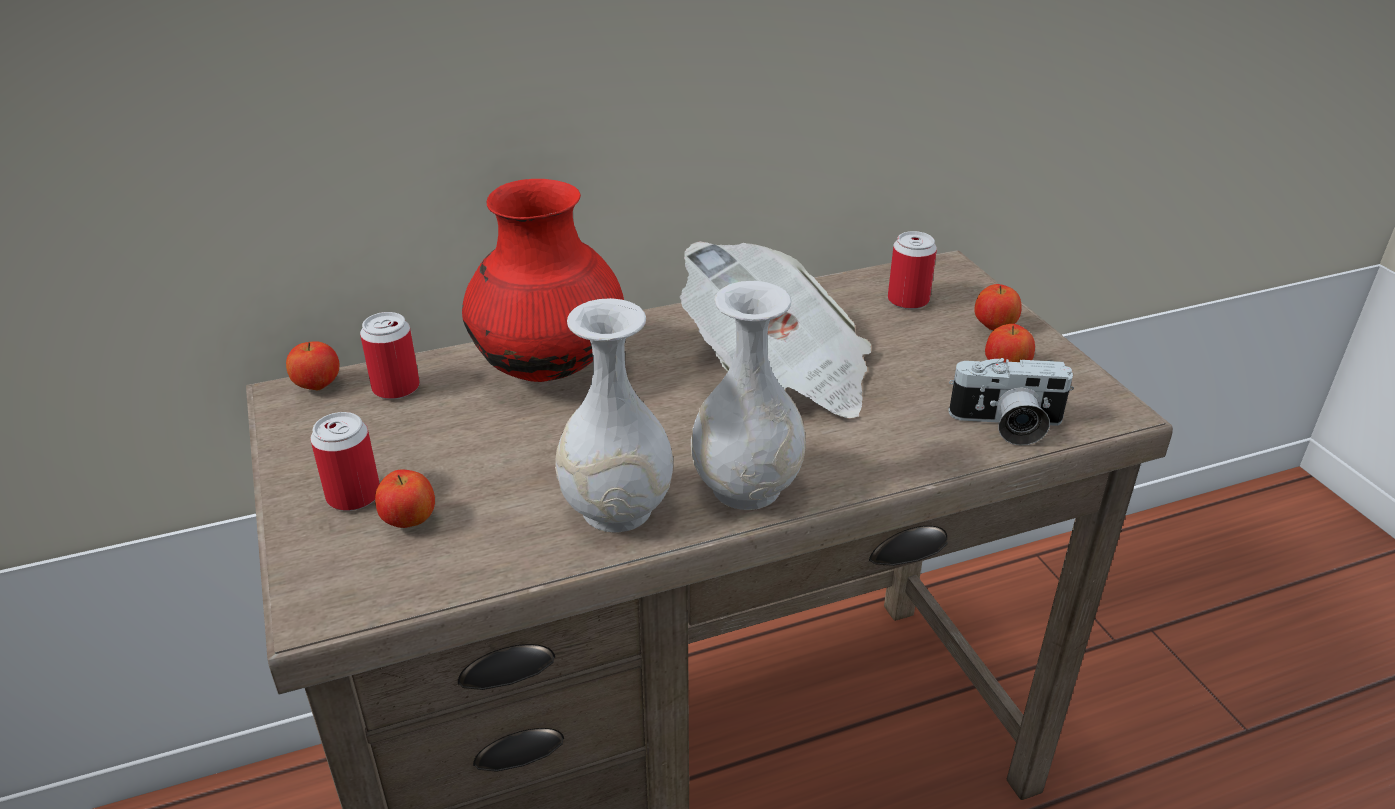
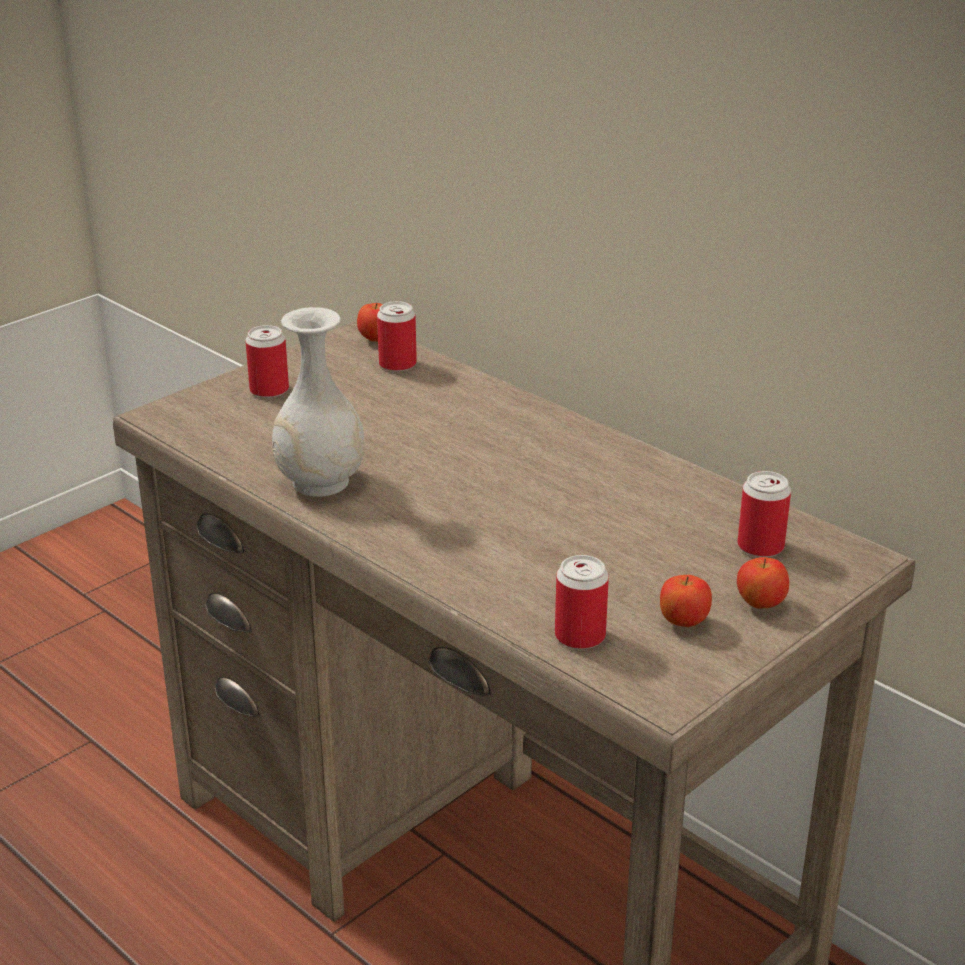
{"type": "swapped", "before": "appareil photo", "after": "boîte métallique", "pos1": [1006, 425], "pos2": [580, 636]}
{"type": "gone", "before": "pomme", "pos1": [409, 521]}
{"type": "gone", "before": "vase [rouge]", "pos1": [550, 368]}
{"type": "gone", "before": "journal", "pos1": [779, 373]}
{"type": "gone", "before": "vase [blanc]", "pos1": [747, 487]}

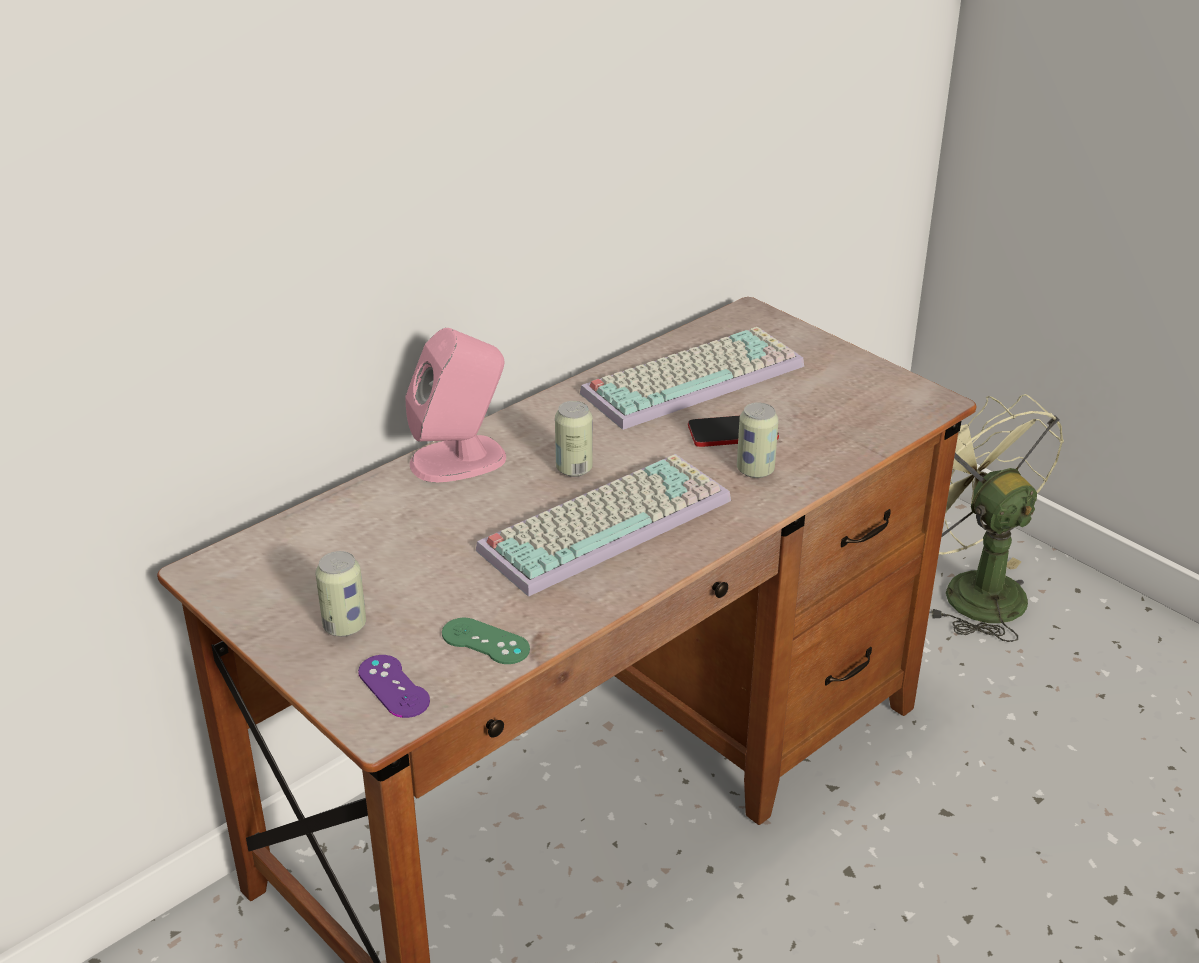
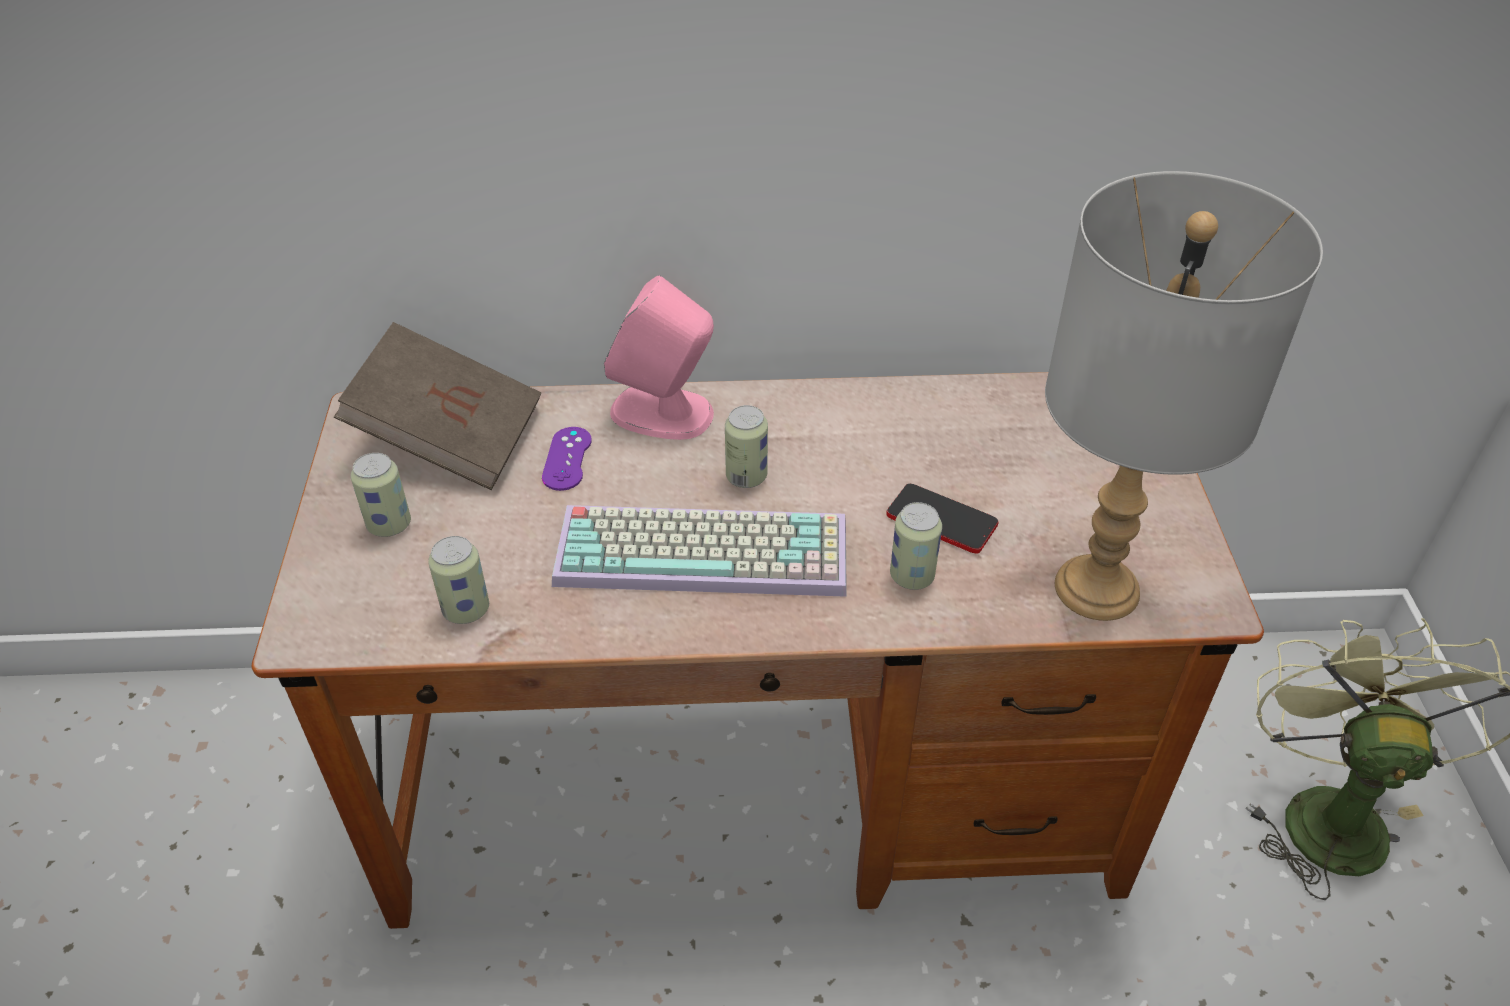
{"type": "new", "after": "livre [marron]", "pos2": [450, 437]}
{"type": "swapped", "before": "manette [vert]", "after": "boîte métallique", "pos1": [485, 641], "pos2": [466, 610]}
{"type": "shifted", "before": "manette [violet]", "pos1": [394, 686], "pos2": [567, 459]}
{"type": "new", "after": "lampe de table [gris]", "pos2": [1098, 588]}
{"type": "gone", "before": "clavier", "pos1": [693, 377]}

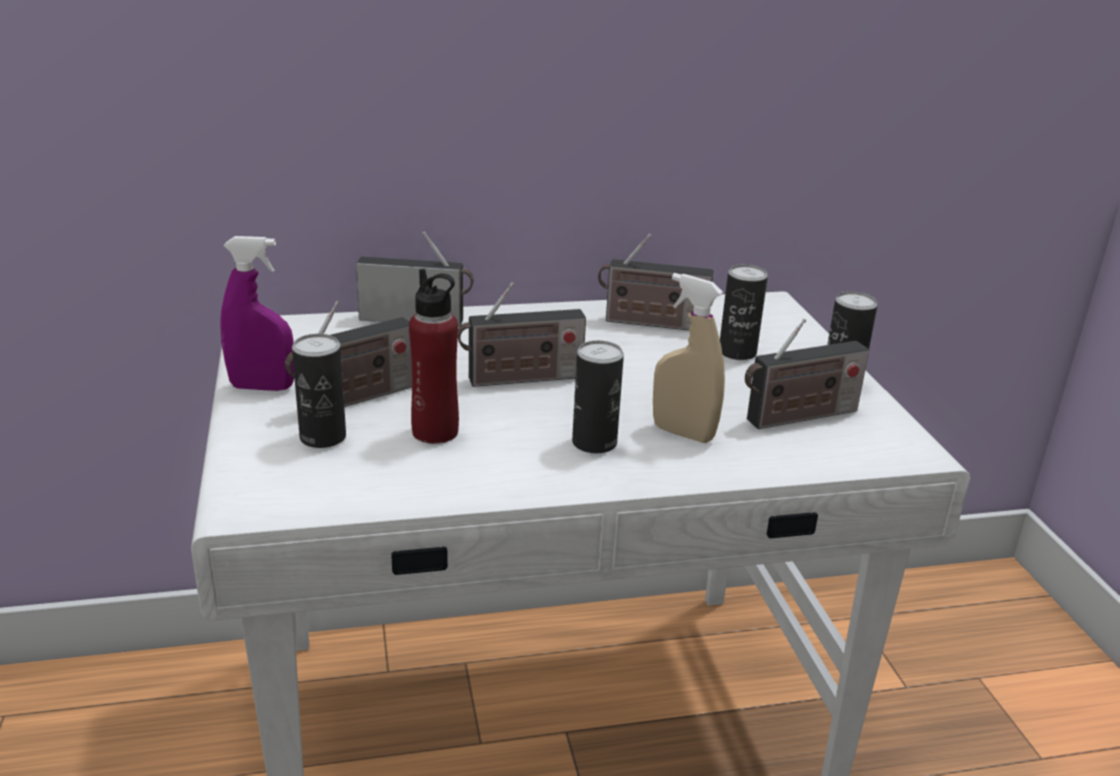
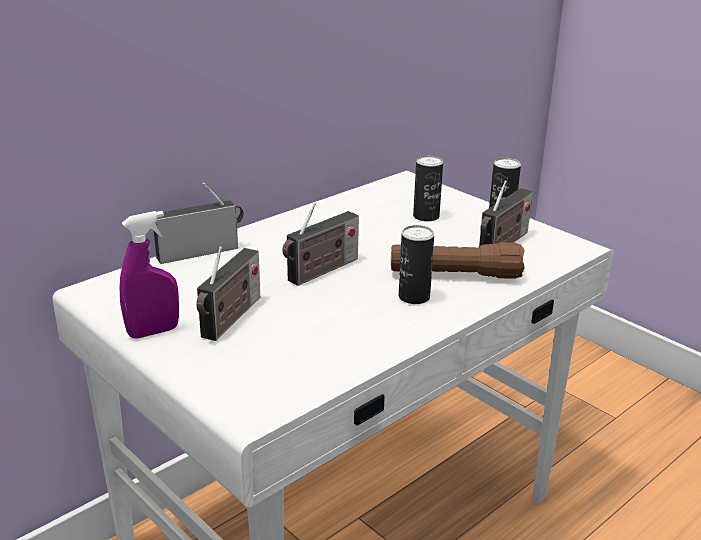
{"type": "swapped", "before": "vaporisateur [beige]", "after": "lampe de poche [marron]", "pos1": [683, 433], "pos2": [455, 275]}
{"type": "gone", "before": "boîte métallique", "pos1": [323, 437]}
{"type": "gone", "before": "bouteille [rouge]", "pos1": [435, 432]}
{"type": "gone", "before": "radio", "pos1": [650, 323]}

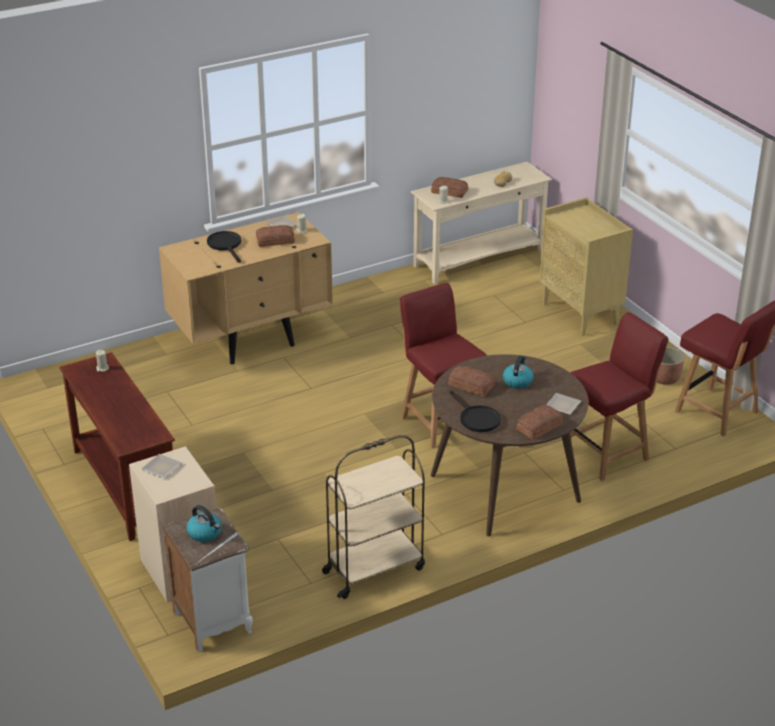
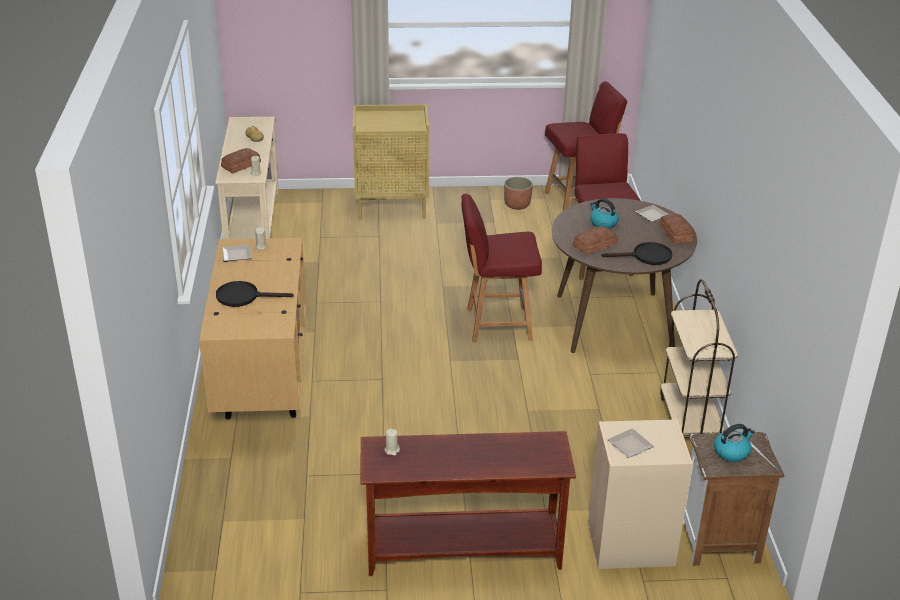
{"type": "gone", "before": "pain", "pos1": [274, 240]}

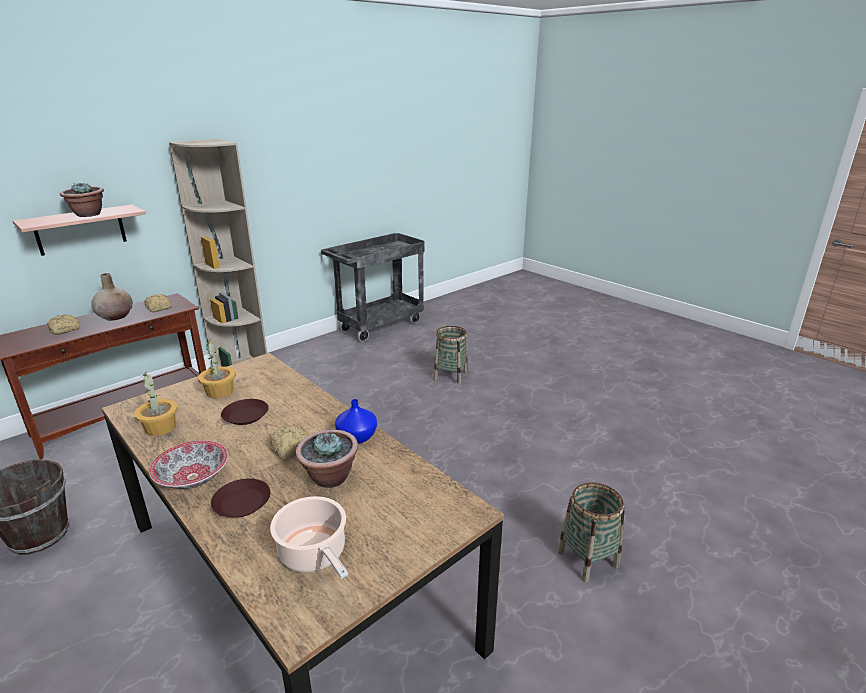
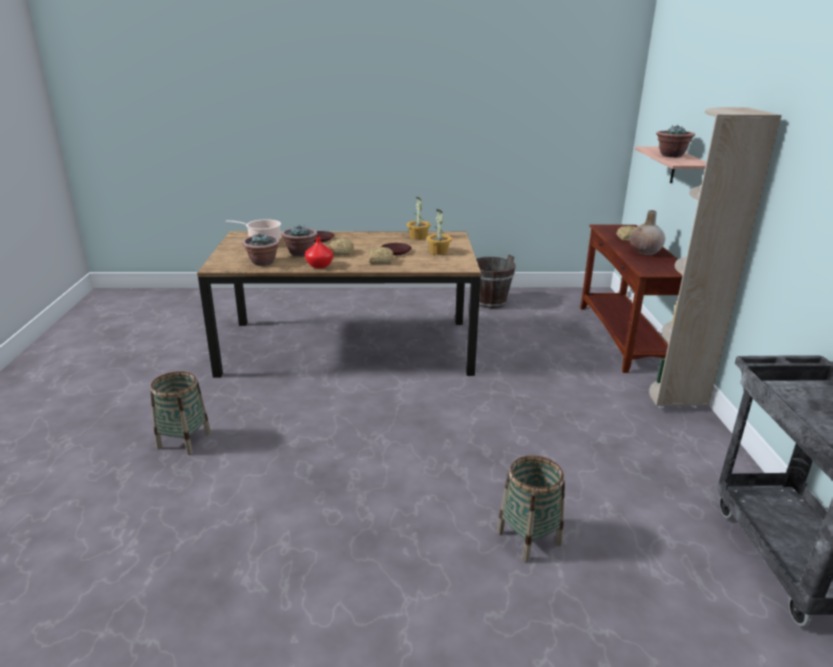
{"type": "new", "after": "plante en pot", "pos2": [263, 262]}
{"type": "repainted", "before": "vase [bleu]", "after": "vase [rouge]", "pos1": [356, 437], "pos2": [320, 265]}
{"type": "shifted", "before": "pain", "pos1": [158, 308], "pos2": [380, 261]}
{"type": "gone", "before": "bol", "pos1": [192, 477]}

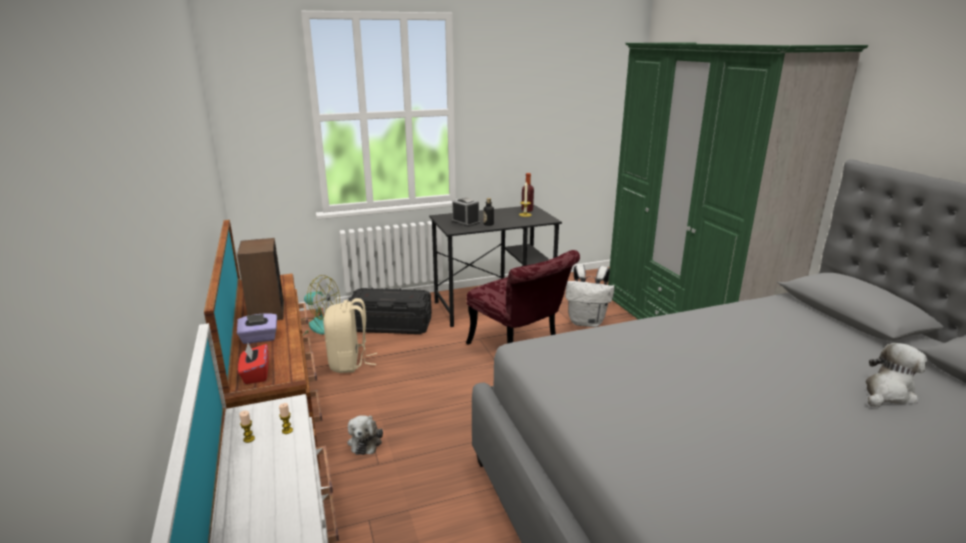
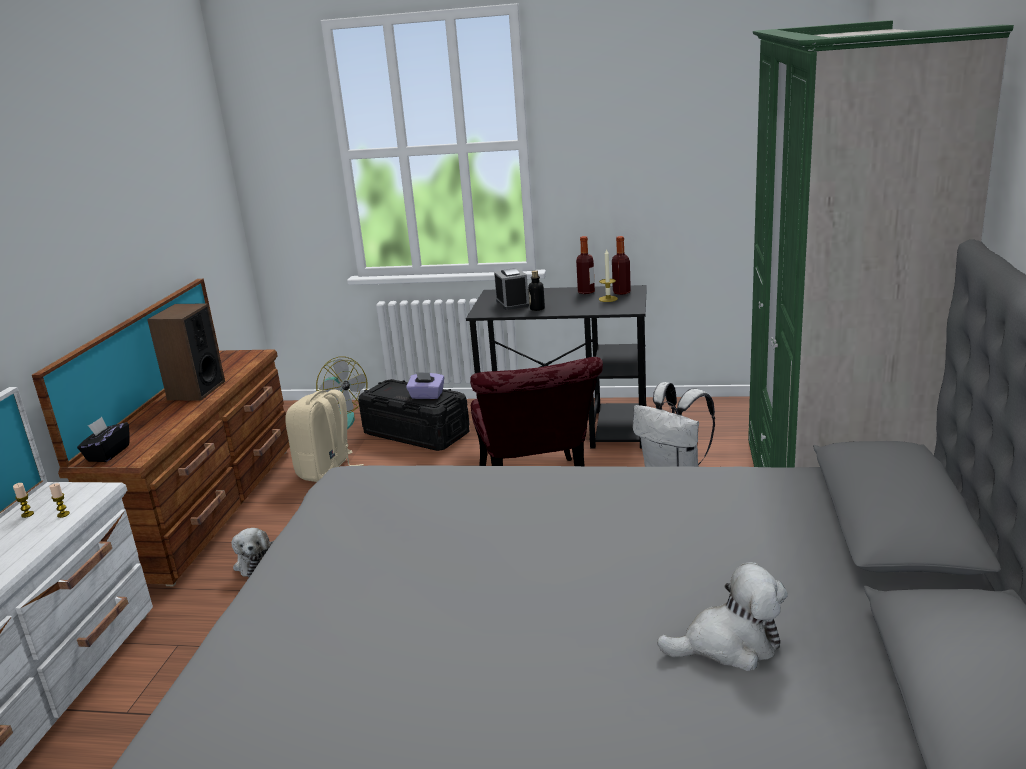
{"type": "repainted", "before": "boîte à mouchoirs [rouge]", "after": "boîte à mouchoirs [noir]", "pos1": [256, 374], "pos2": [108, 454]}
{"type": "rotated", "before": "peluche", "pos1": [365, 441], "pos2": [255, 562], "turn": -45}
{"type": "shifted", "before": "boîte à mouchoirs [violet]", "pos1": [259, 338], "pos2": [426, 396]}
{"type": "new", "after": "bouteille", "pos2": [586, 292]}

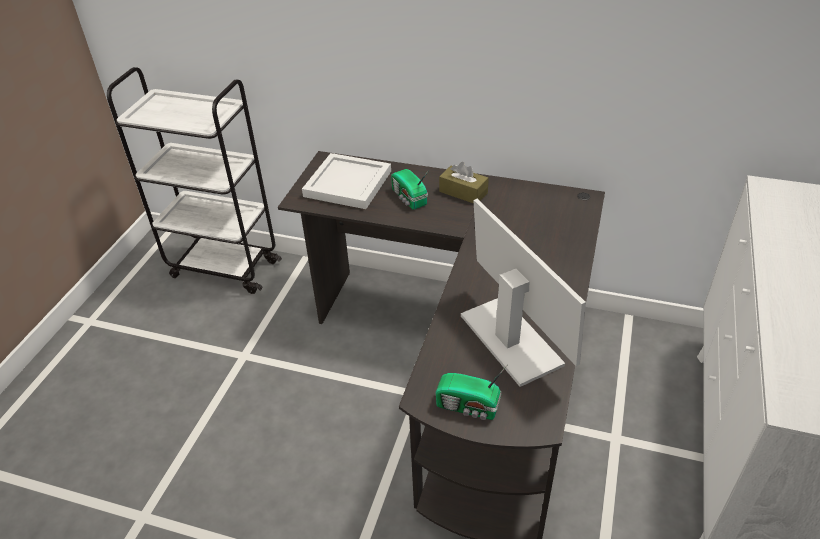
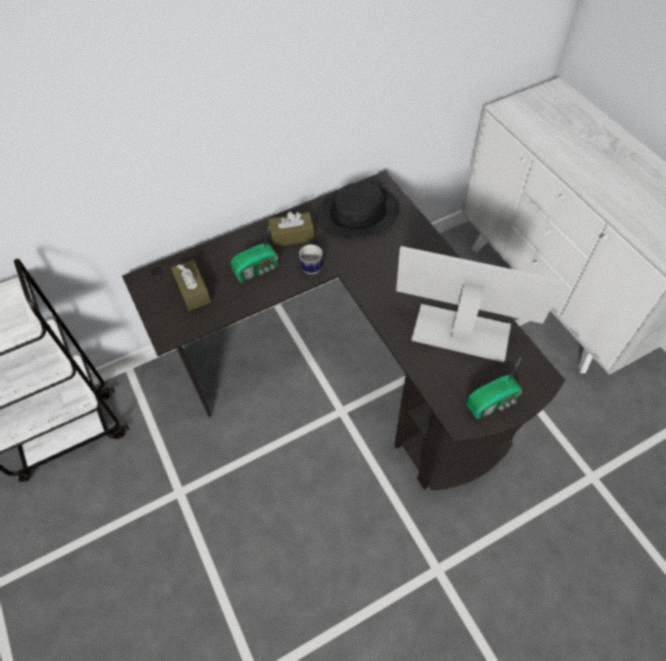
{"type": "swapped", "before": "plateau [blanc]", "after": "boîte à mouchoirs [marron]", "pos1": [348, 184], "pos2": [193, 290]}
{"type": "rotated", "before": "radio", "pos1": [409, 198], "pos2": [257, 269], "turn": -45}
{"type": "new", "after": "mug", "pos2": [311, 266]}
{"type": "new", "after": "chapeau [noir]", "pos2": [358, 213]}

